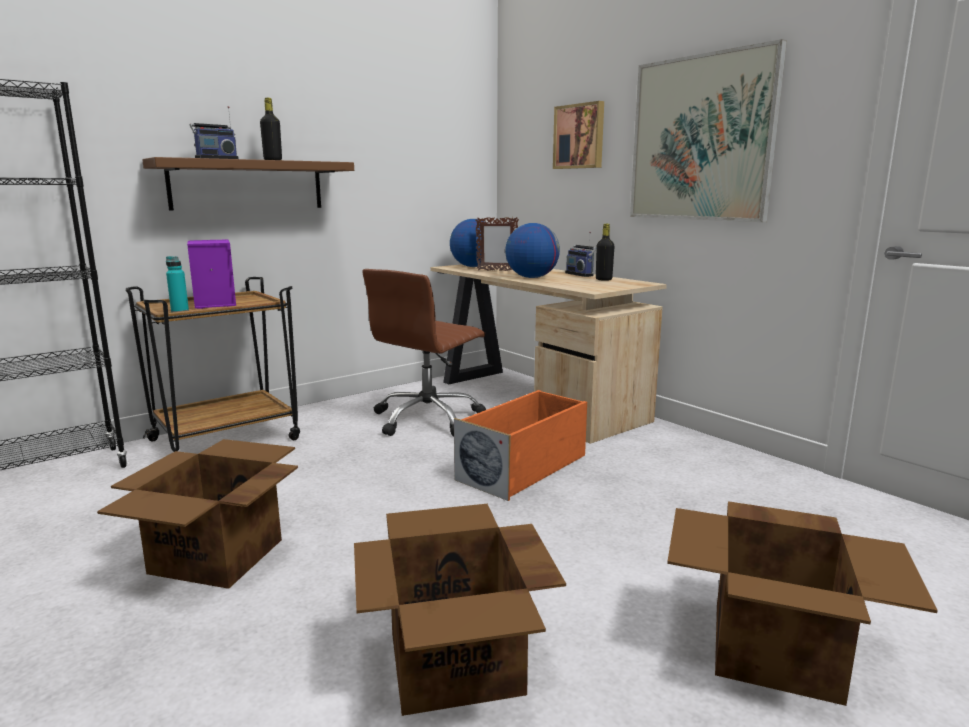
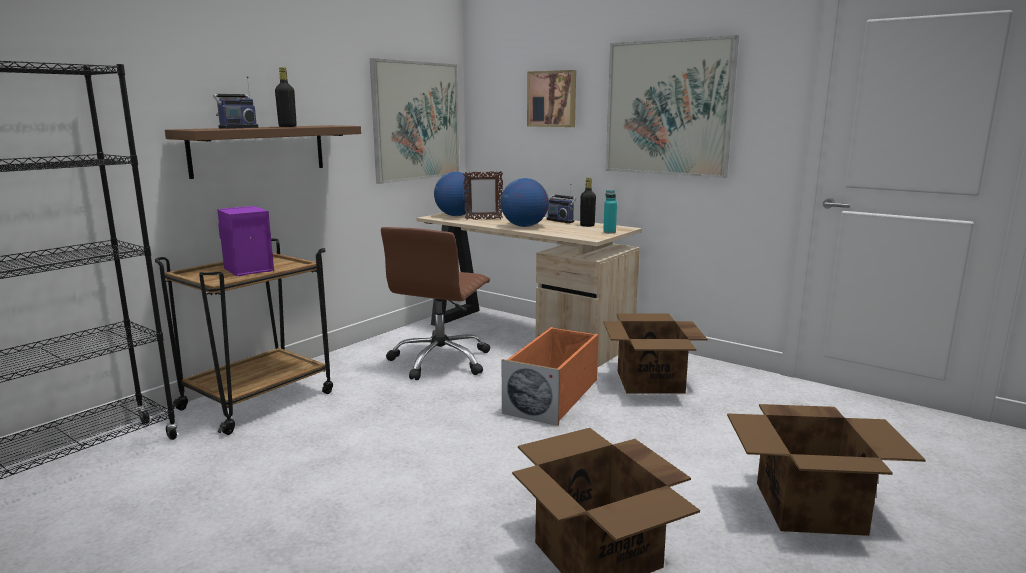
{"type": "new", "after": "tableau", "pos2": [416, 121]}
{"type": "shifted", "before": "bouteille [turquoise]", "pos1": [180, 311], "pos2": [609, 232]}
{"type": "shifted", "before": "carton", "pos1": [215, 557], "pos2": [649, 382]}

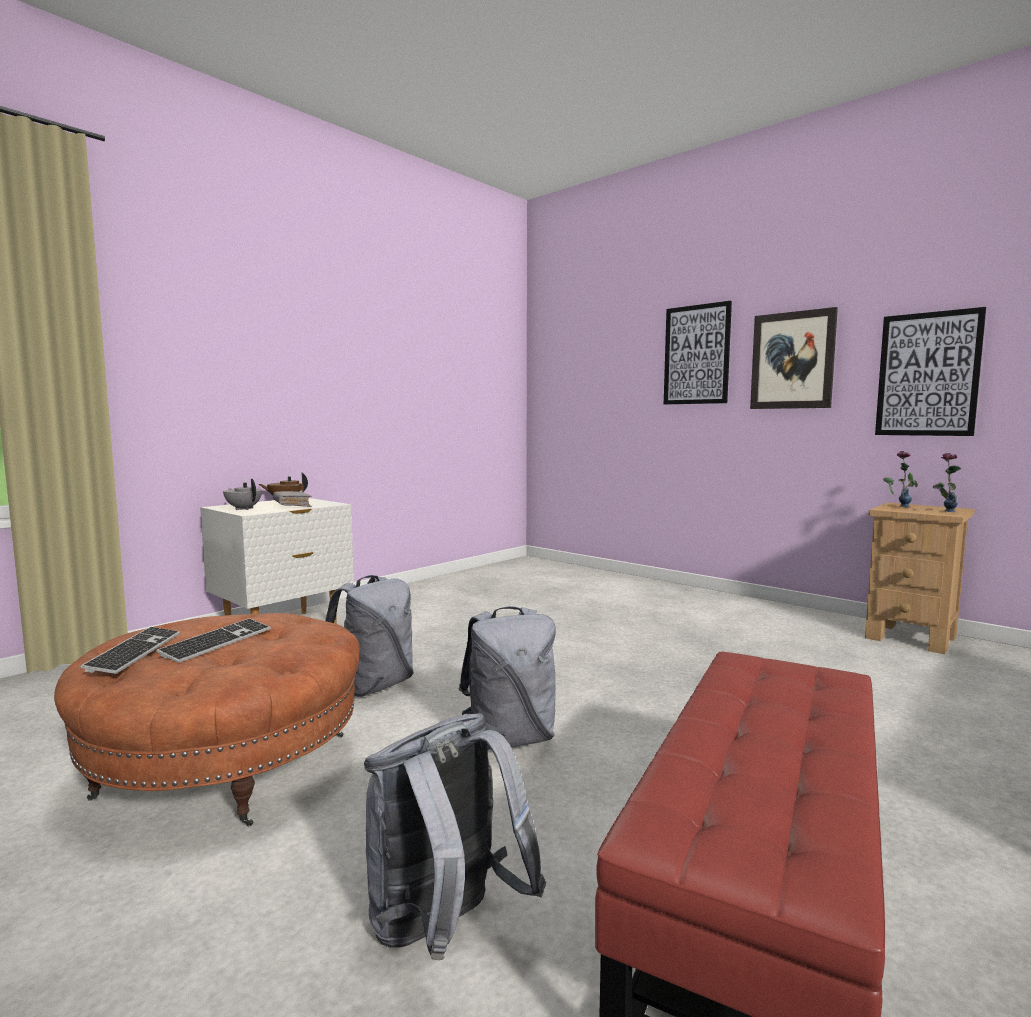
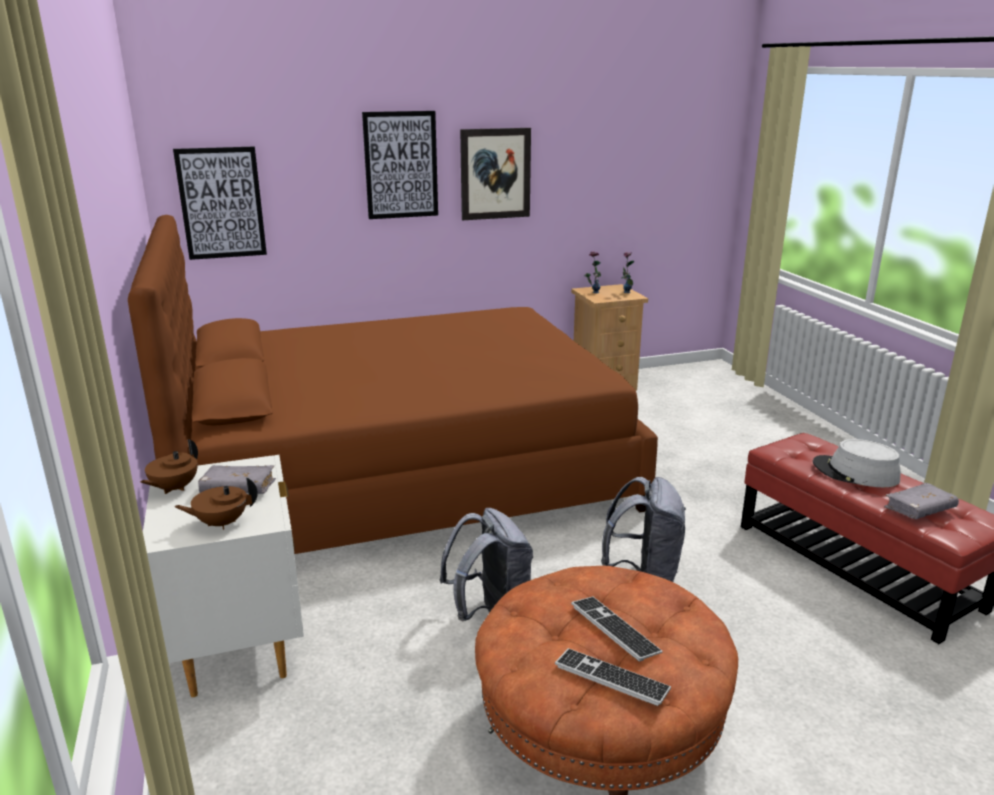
{"type": "new", "after": "lit [marron]", "pos2": [400, 474]}
{"type": "shifted", "before": "tableau", "pos1": [927, 374], "pos2": [221, 203]}
{"type": "repainted", "before": "théière [gris]", "after": "théière [marron]", "pos1": [243, 509], "pos2": [221, 523]}
{"type": "new", "after": "chapeau [gris]", "pos2": [855, 472]}
{"type": "new", "after": "livre [gris]", "pos2": [919, 509]}
{"type": "gone", "before": "sac à dos [gris]", "pos1": [444, 930]}

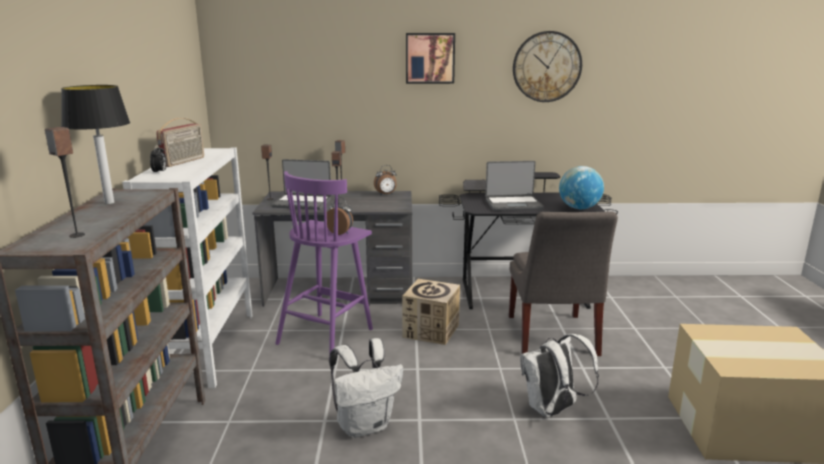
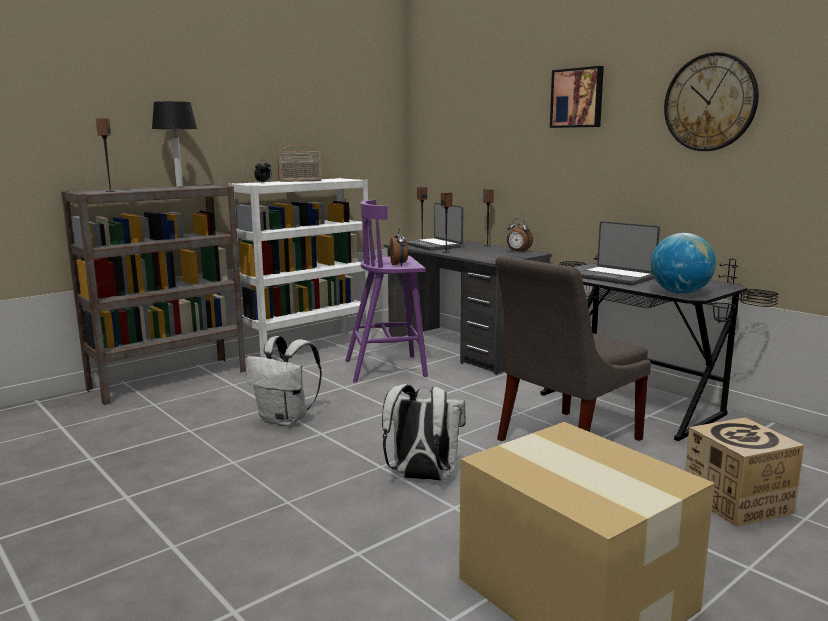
{"type": "shifted", "before": "carton", "pos1": [431, 331], "pos2": [737, 502]}

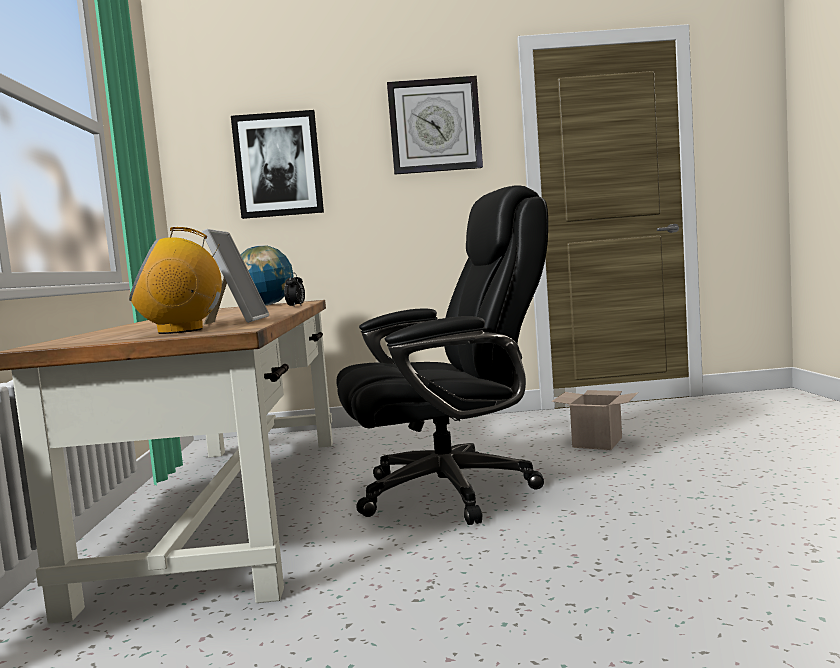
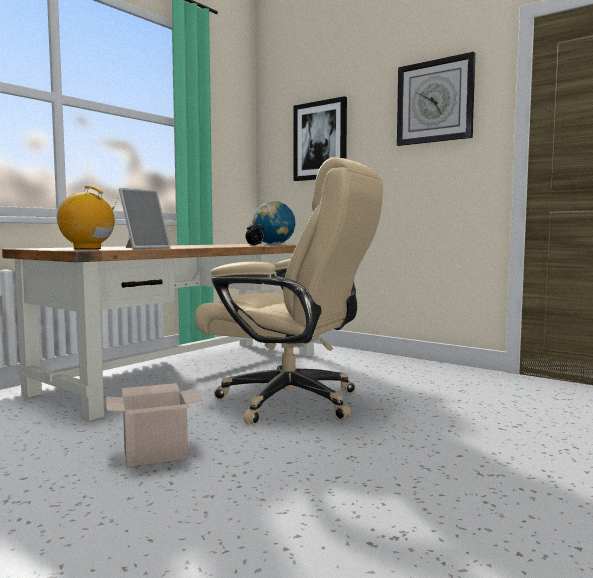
{"type": "shifted", "before": "carton", "pos1": [597, 442], "pos2": [157, 452]}
{"type": "repainted", "before": "chaise de bureau [noir]", "after": "chaise de bureau [beige]", "pos1": [447, 492], "pos2": [289, 402]}

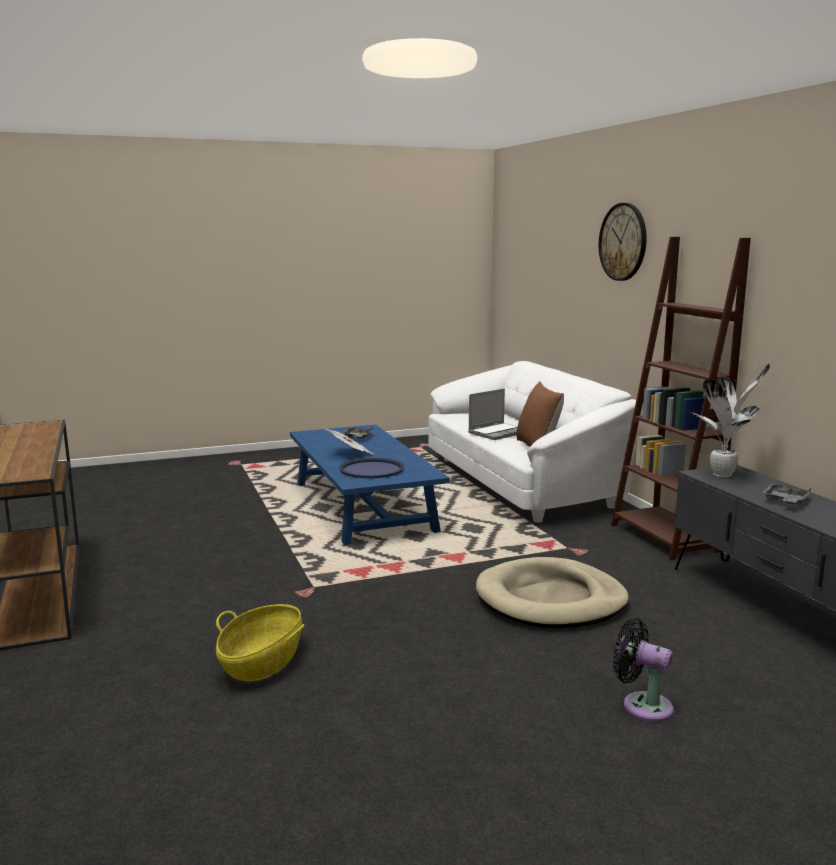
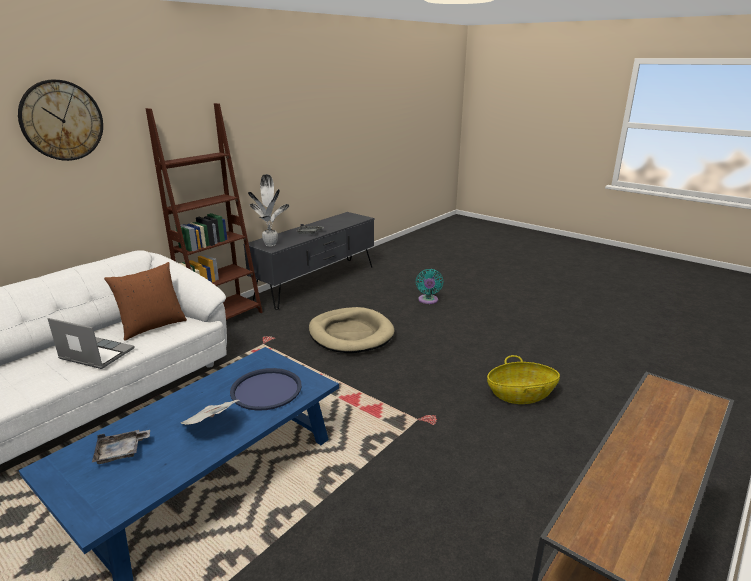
{"type": "repainted", "before": "ventilateur [noir]", "after": "ventilateur [turquoise]", "pos1": [642, 705], "pos2": [428, 300]}

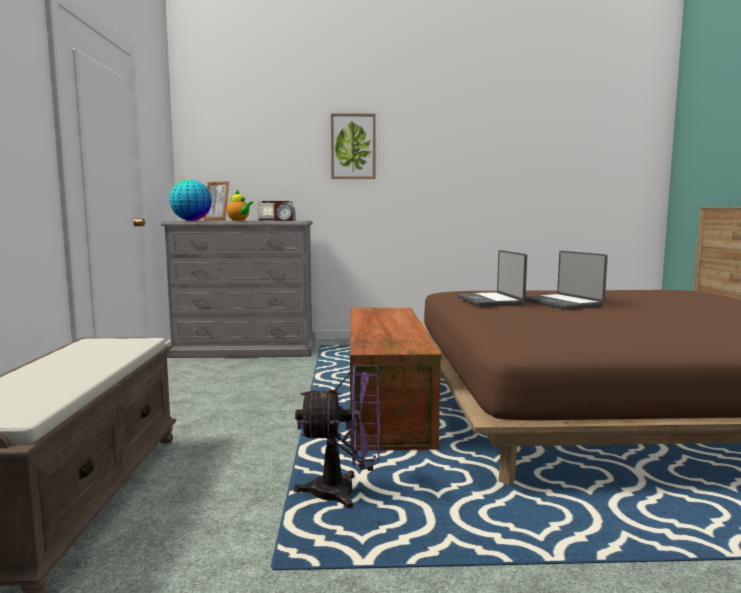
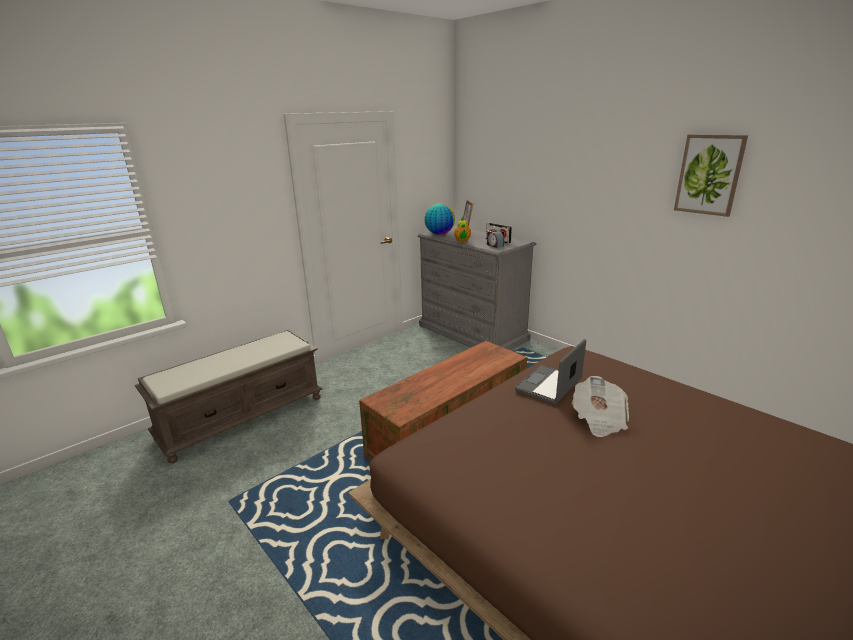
{"type": "swapped", "before": "ordinateur portable", "after": "journal", "pos1": [563, 303], "pos2": [598, 419]}
{"type": "shifted", "before": "tableau", "pos1": [353, 146], "pos2": [709, 175]}
{"type": "gone", "before": "ventilateur [violet]", "pos1": [345, 492]}

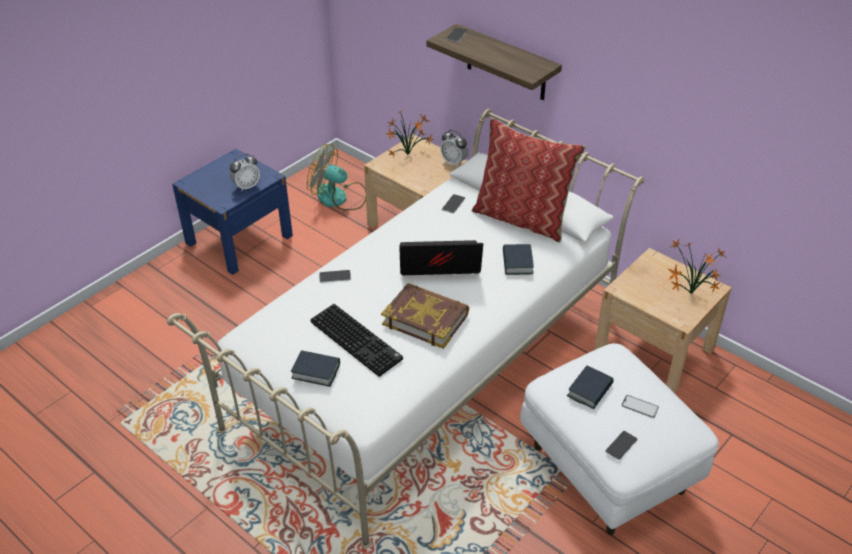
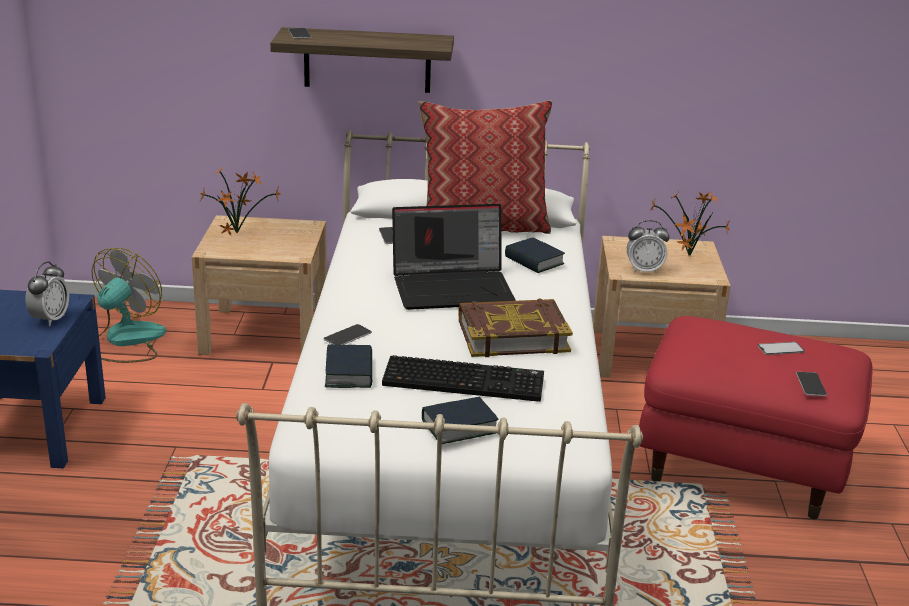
{"type": "rotated", "before": "ventilateur", "pos1": [339, 198], "pos2": [126, 341], "turn": 135}
{"type": "shifted", "before": "livre", "pos1": [590, 390], "pos2": [349, 372]}
{"type": "rotated", "before": "ordinateur portable", "pos1": [438, 264], "pos2": [453, 287], "turn": -150}
{"type": "shifted", "before": "réveil", "pos1": [454, 162], "pos2": [644, 270]}
{"type": "repainted", "before": "pouf [blanc]", "after": "pouf [rouge]", "pos1": [609, 471], "pos2": [744, 468]}

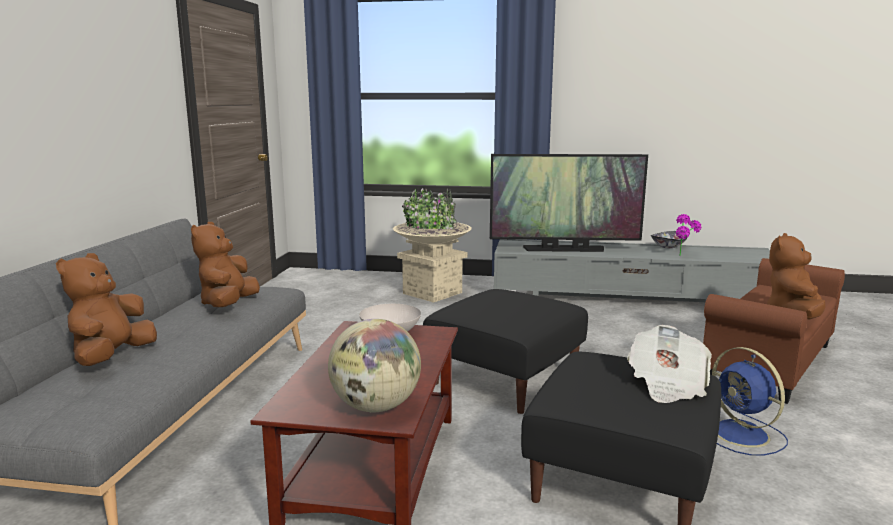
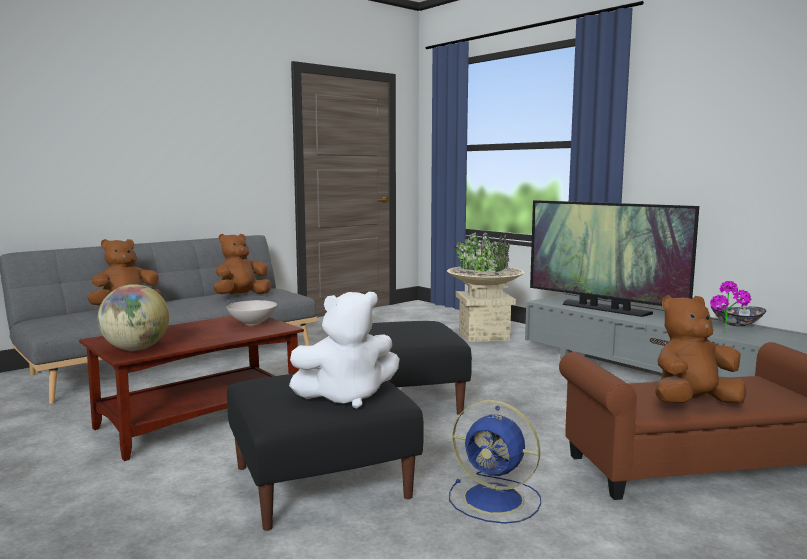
{"type": "swapped", "before": "journal", "after": "peluche [blanc]", "pos1": [667, 385], "pos2": [346, 397]}
{"type": "rotated", "before": "ventilateur [bleu]", "pos1": [742, 435], "pos2": [496, 500], "turn": -75}

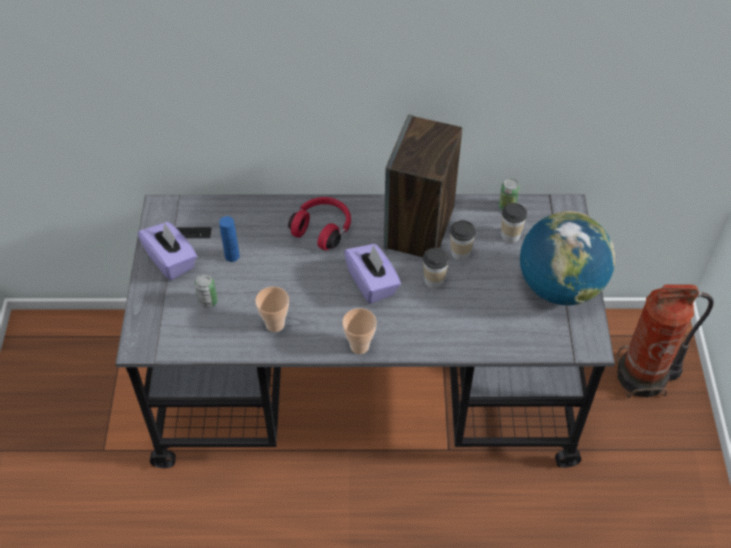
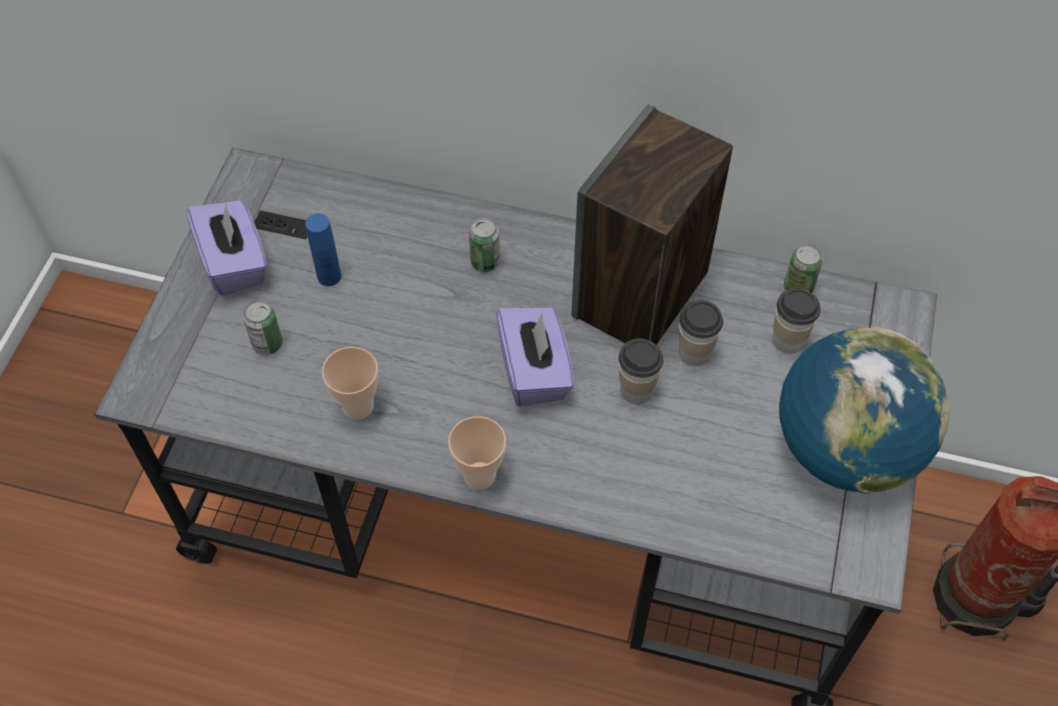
{"type": "swapped", "before": "casque audio [rouge]", "after": "boîte métallique", "pos1": [323, 229], "pos2": [485, 262]}

